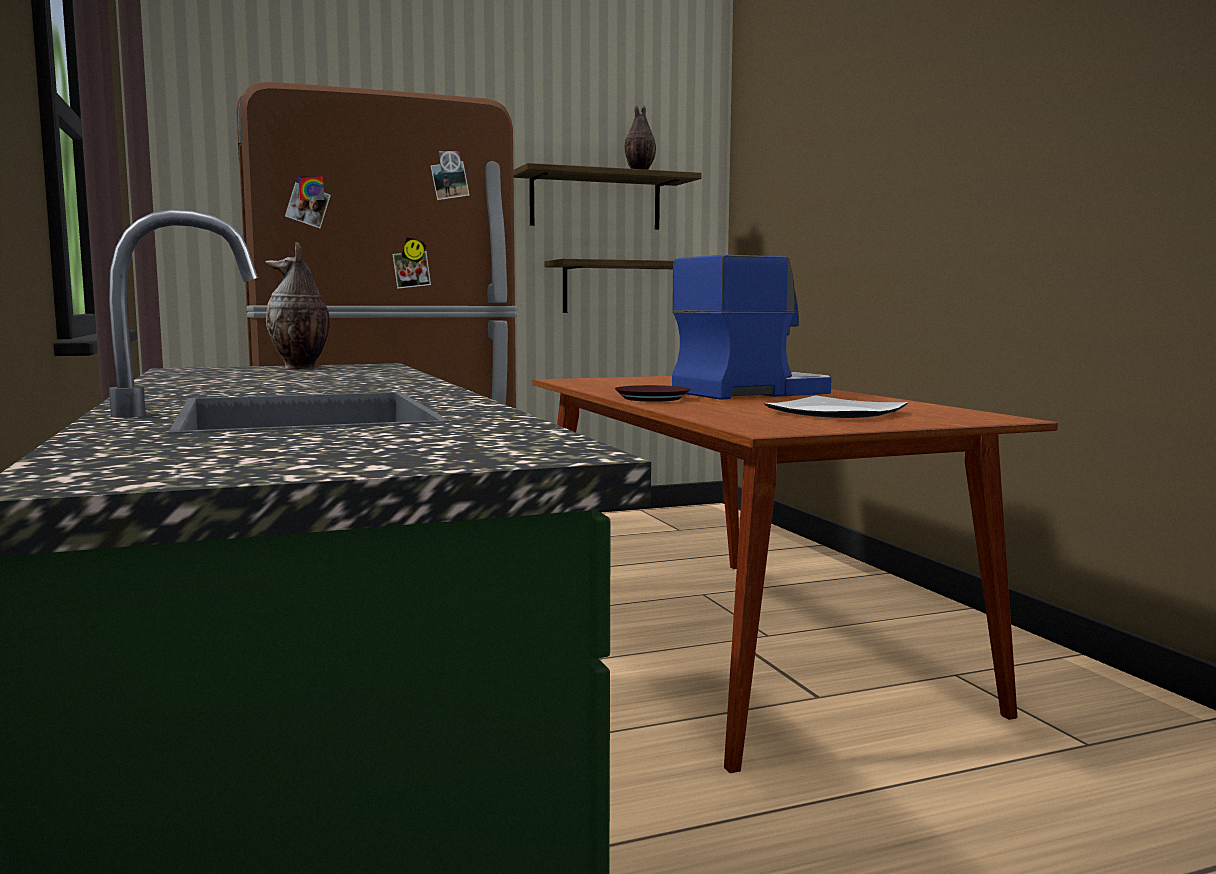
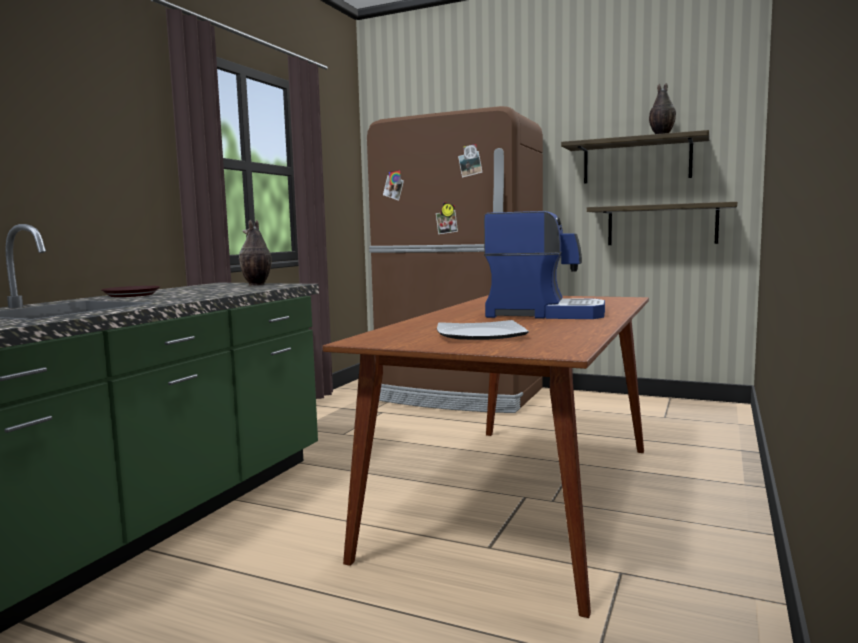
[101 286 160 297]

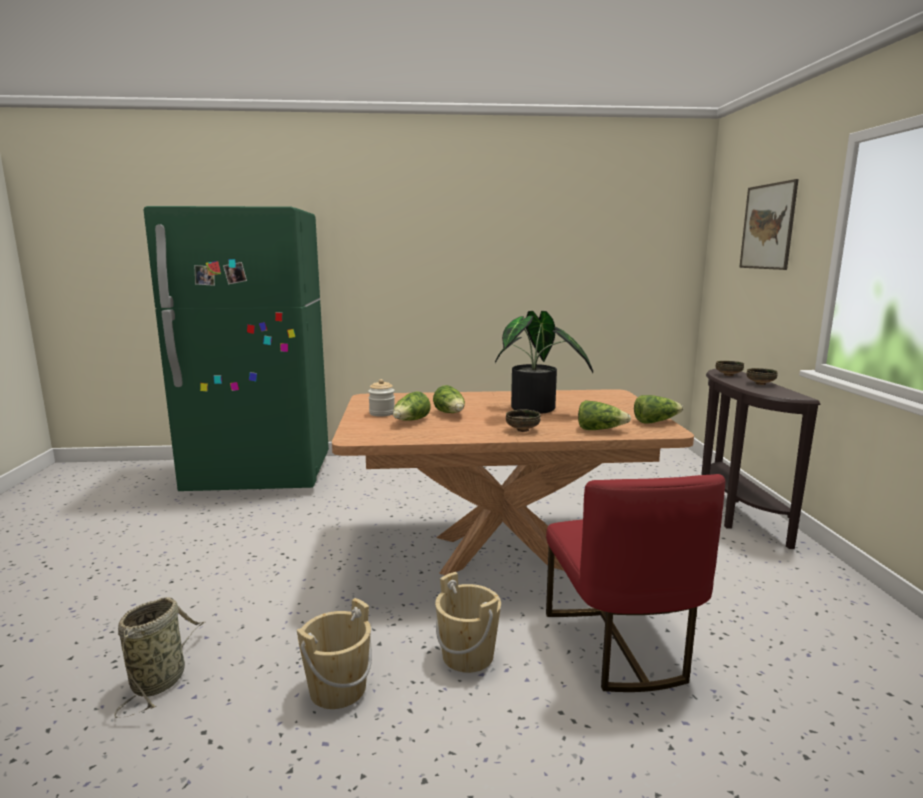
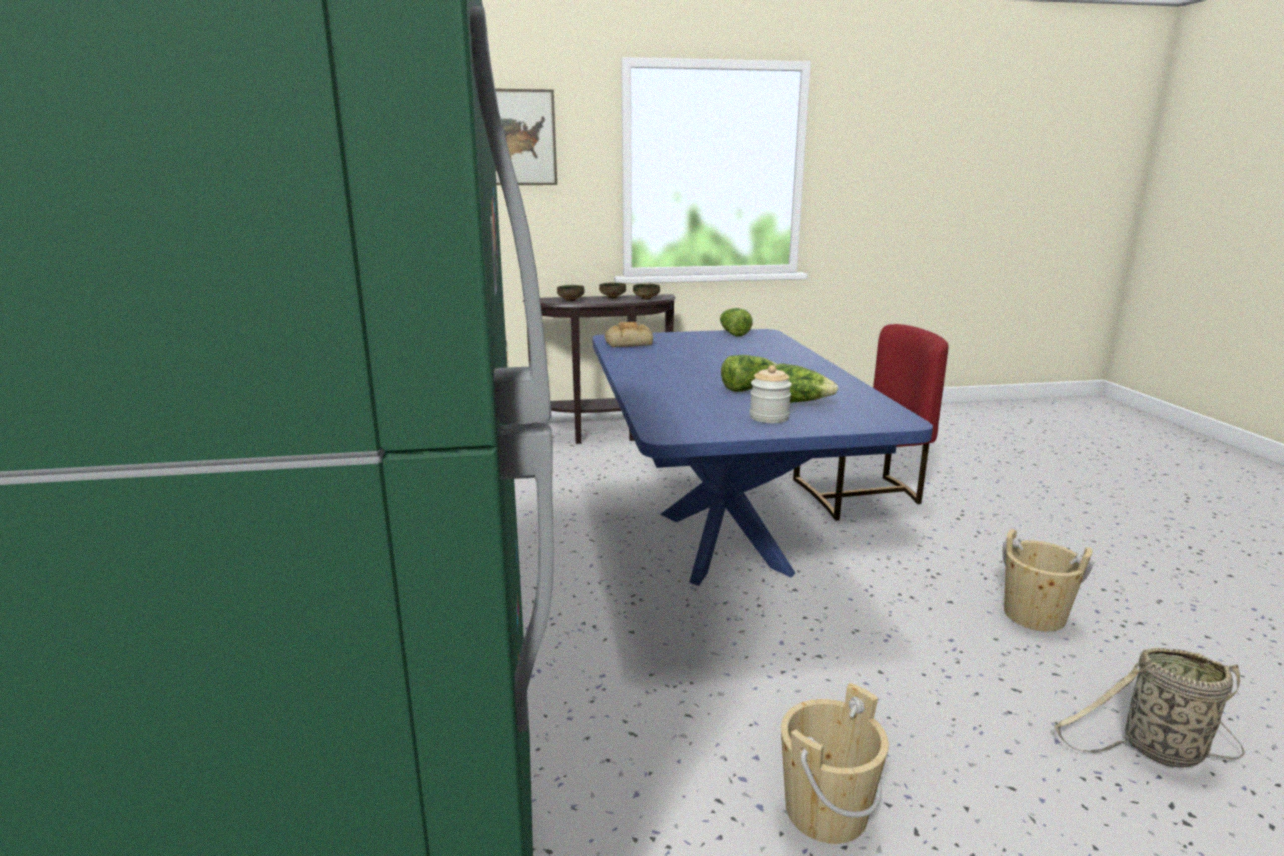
[495 311 593 414] (first image)
[593 329 933 586]
[578 400 631 430] (first image)
[633 283 660 300]
[781 683 889 844]
[604 322 653 347]

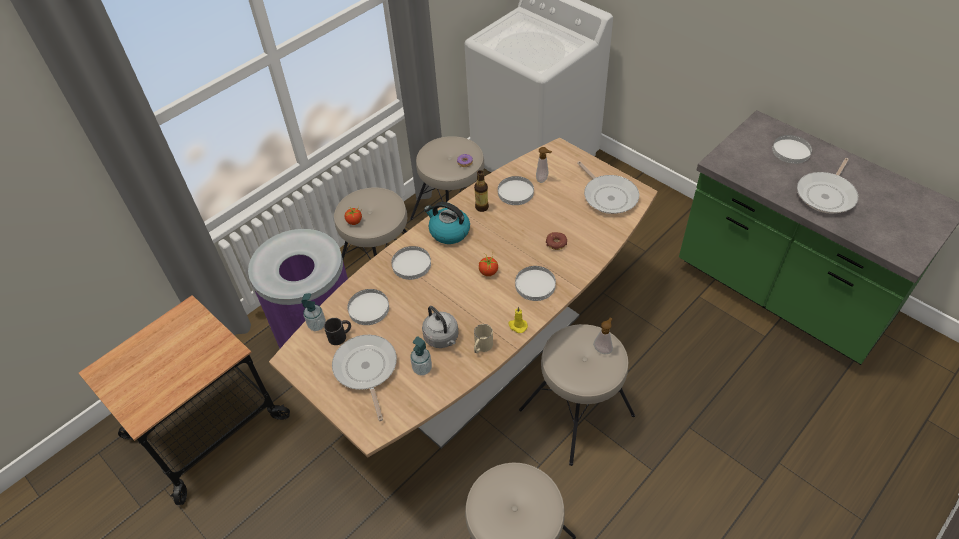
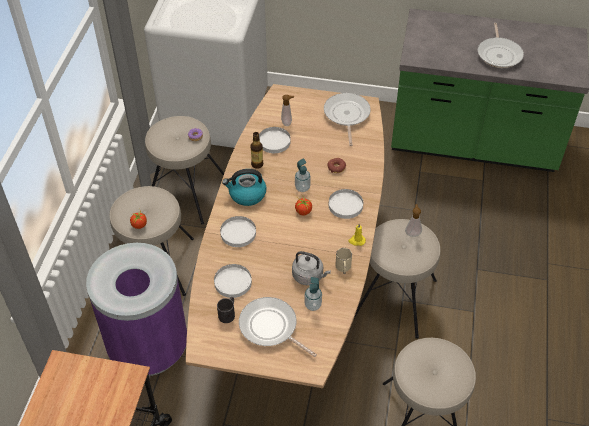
[772 135 812 164] (first image)
[324 93 371 146]
[295 158 311 192]

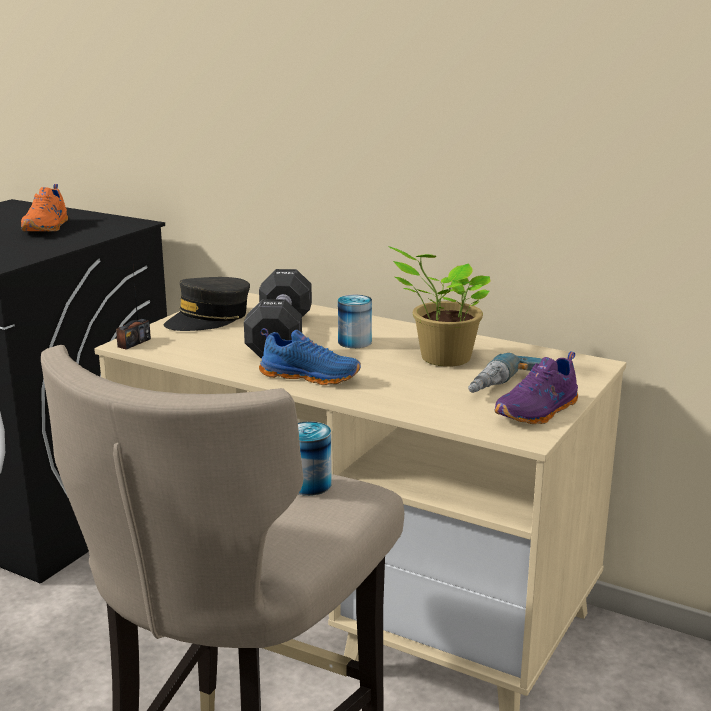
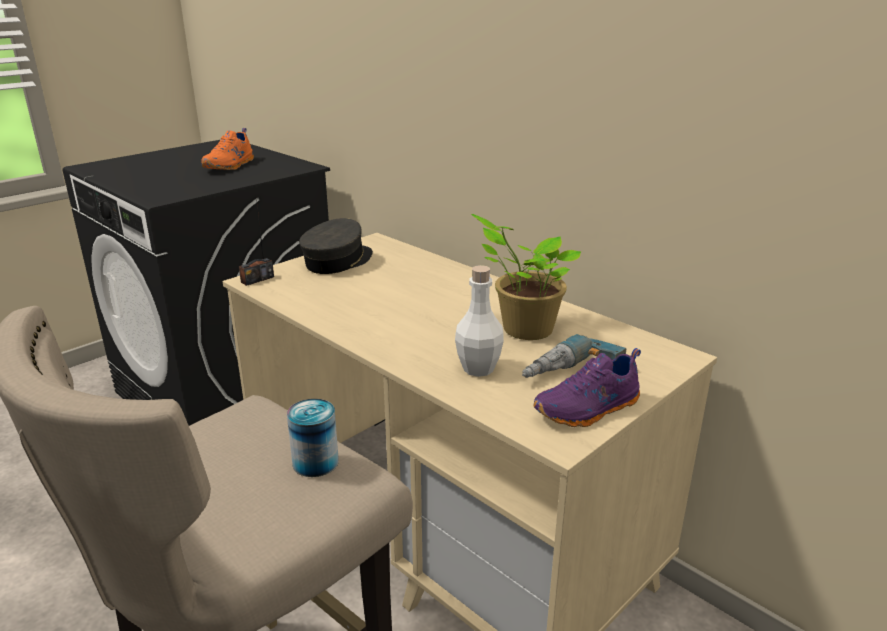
[244 269 312 359] (first image)
[299 218 373 274]
[338 295 372 348] (first image)
[259 328 361 385] (first image)
[455 265 504 377]

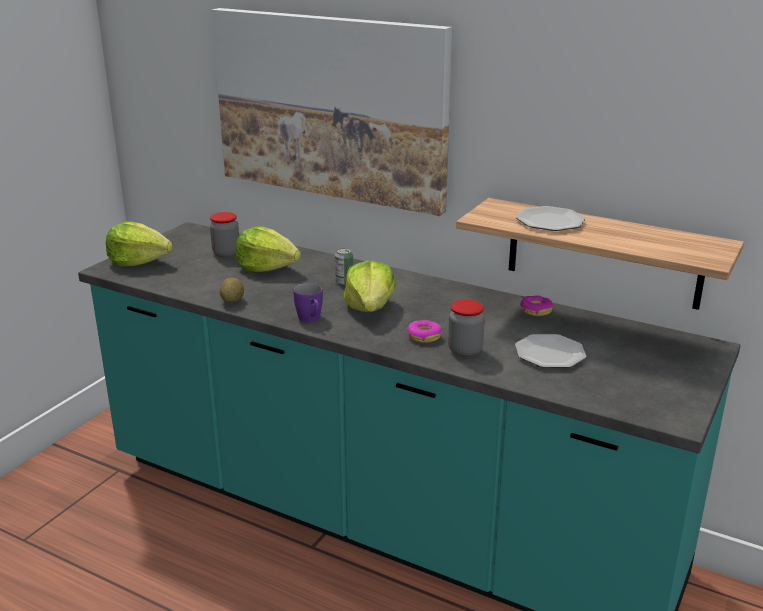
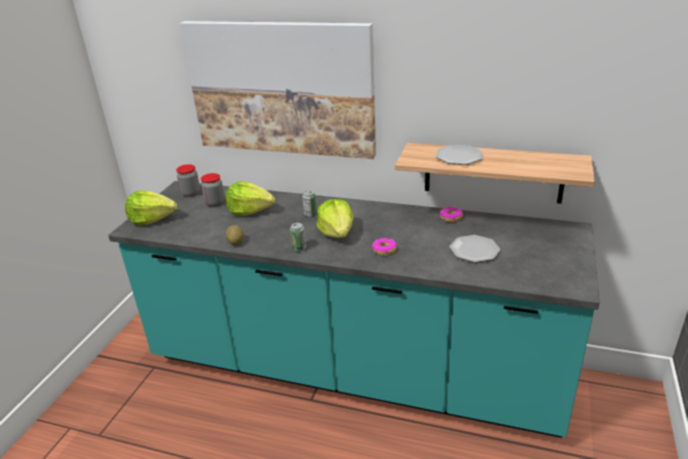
[290 223 306 252]
[176 164 200 197]

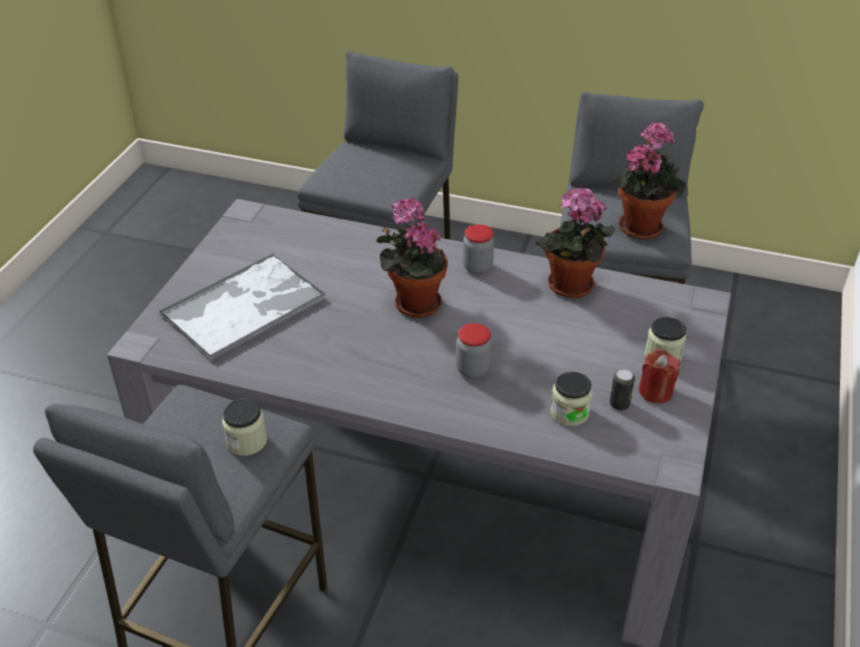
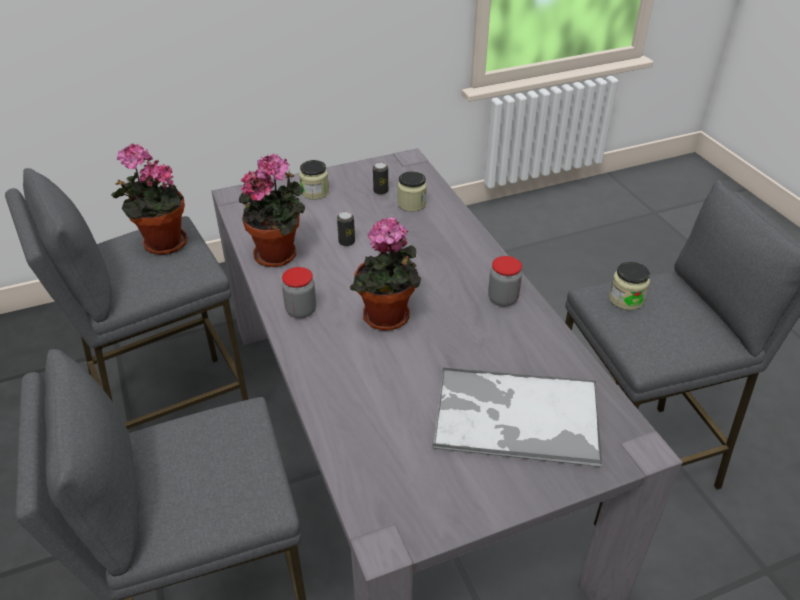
[488 256 522 307]
[639 349 680 403] (first image)
[337 211 355 246]

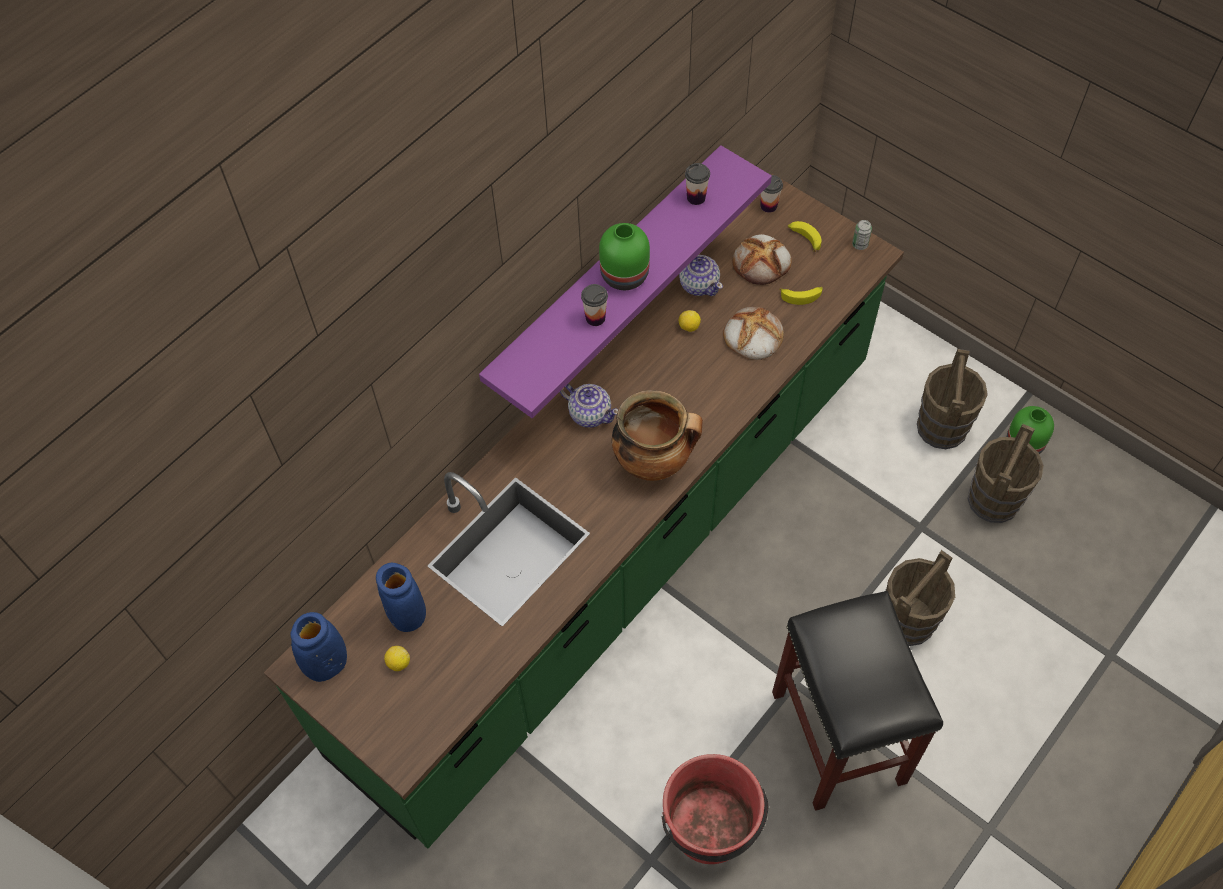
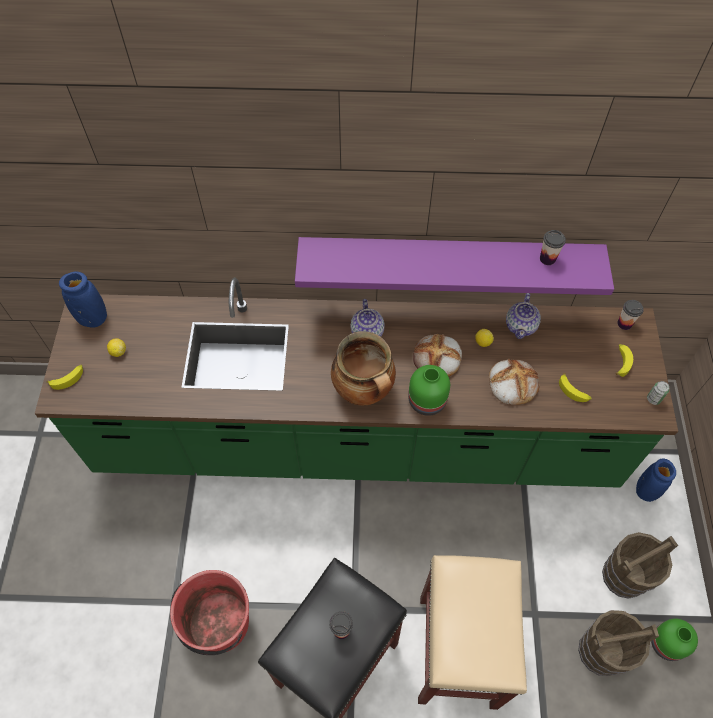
[408 365 450 416]
[413 334 462 377]
[329 611 353 639]
[418 555 527 710]
[636 459 676 502]
[47 364 83 390]

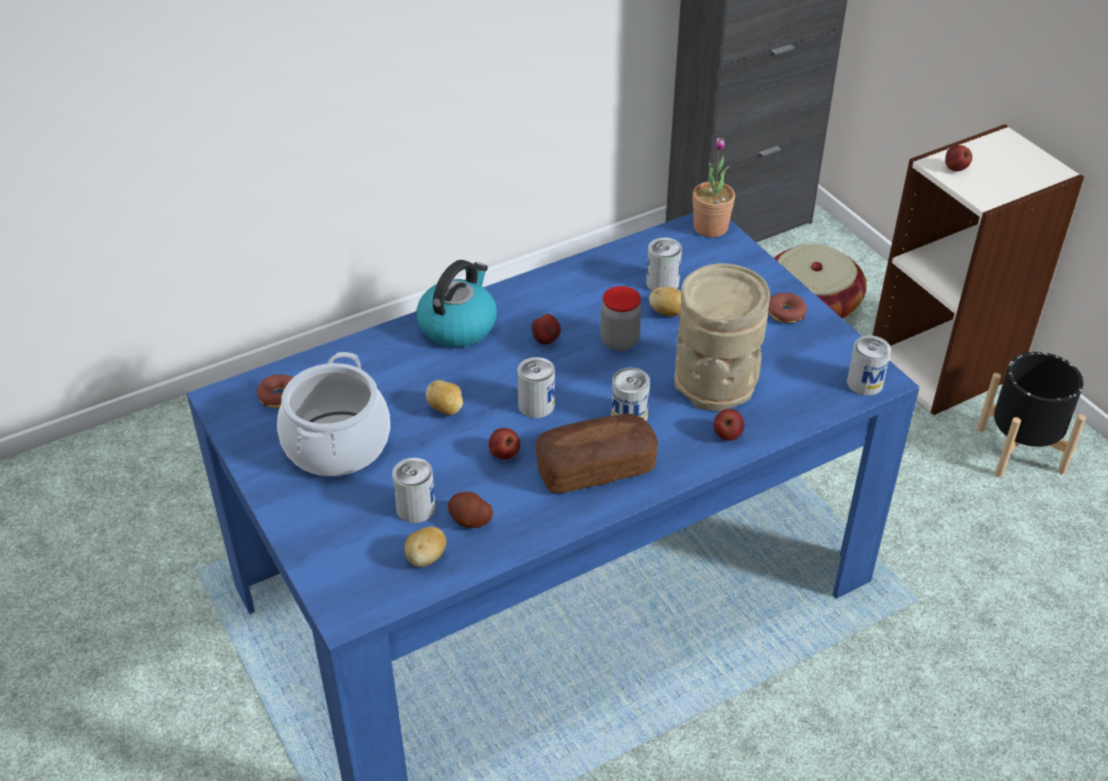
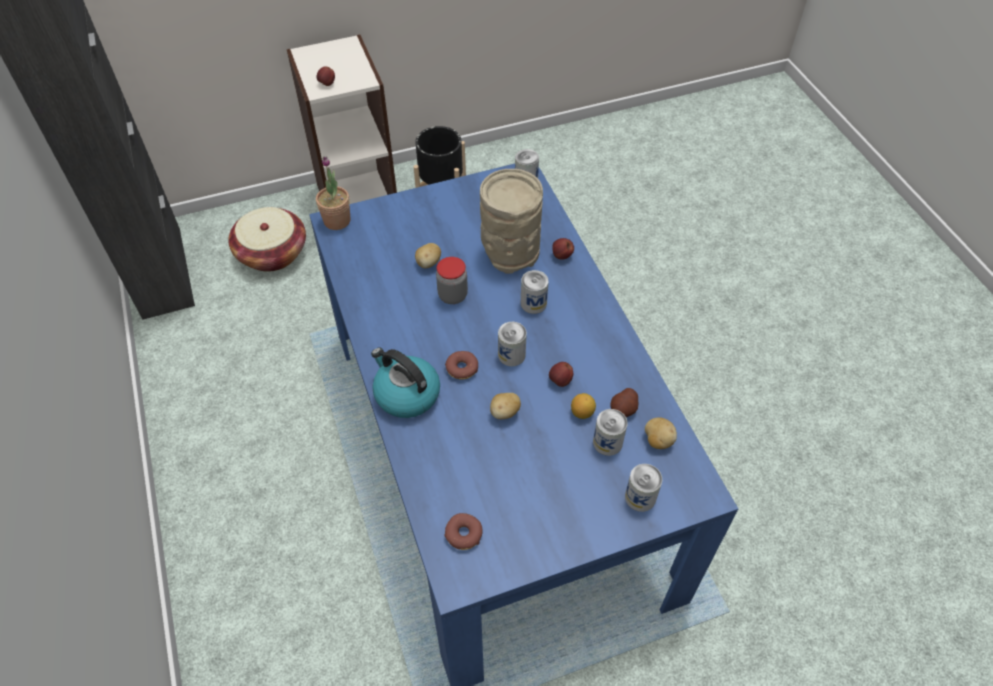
[625 464 662 512]
[445 351 478 380]
[532 314 561 345] (first image)
[277 352 390 476] (first image)
[535 414 658 493] (first image)
[571 393 596 419]

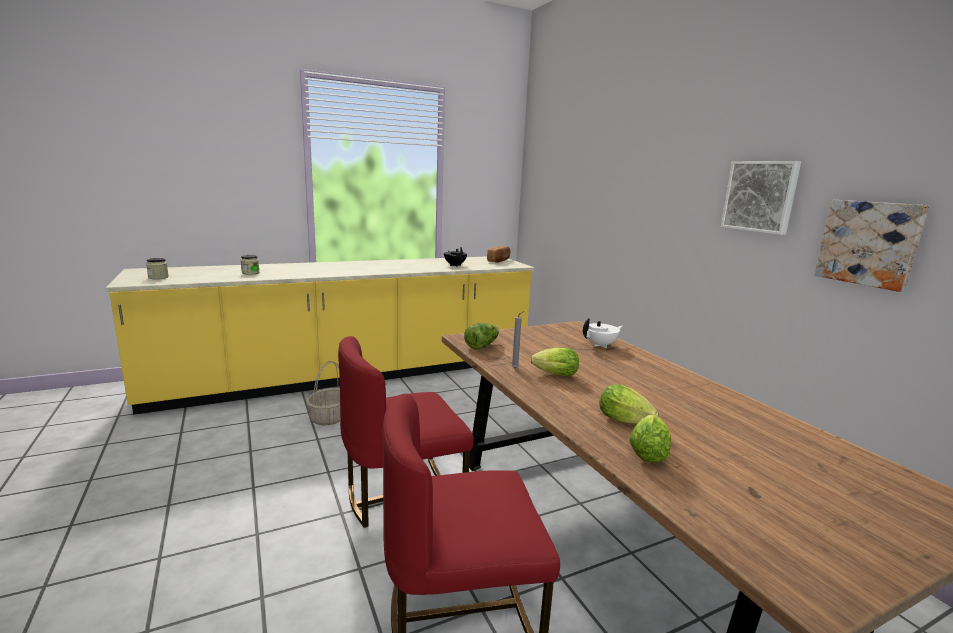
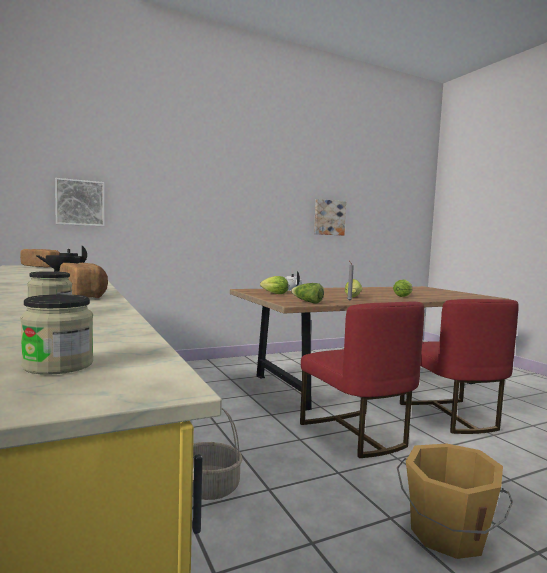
[55 178 105 226]
[260 276 289 294]
[60 263 108 298]
[397 444 513 559]

